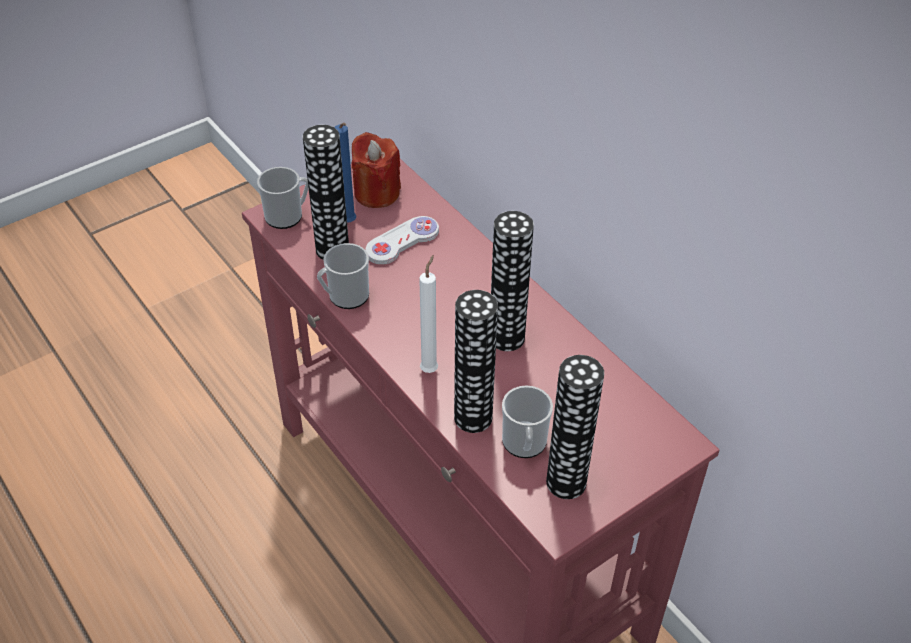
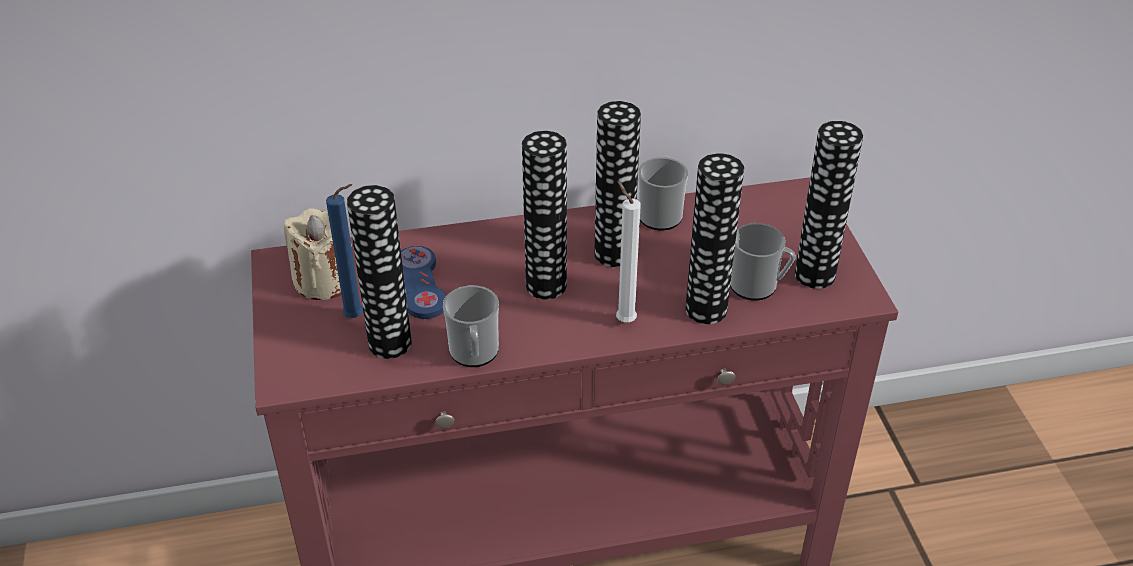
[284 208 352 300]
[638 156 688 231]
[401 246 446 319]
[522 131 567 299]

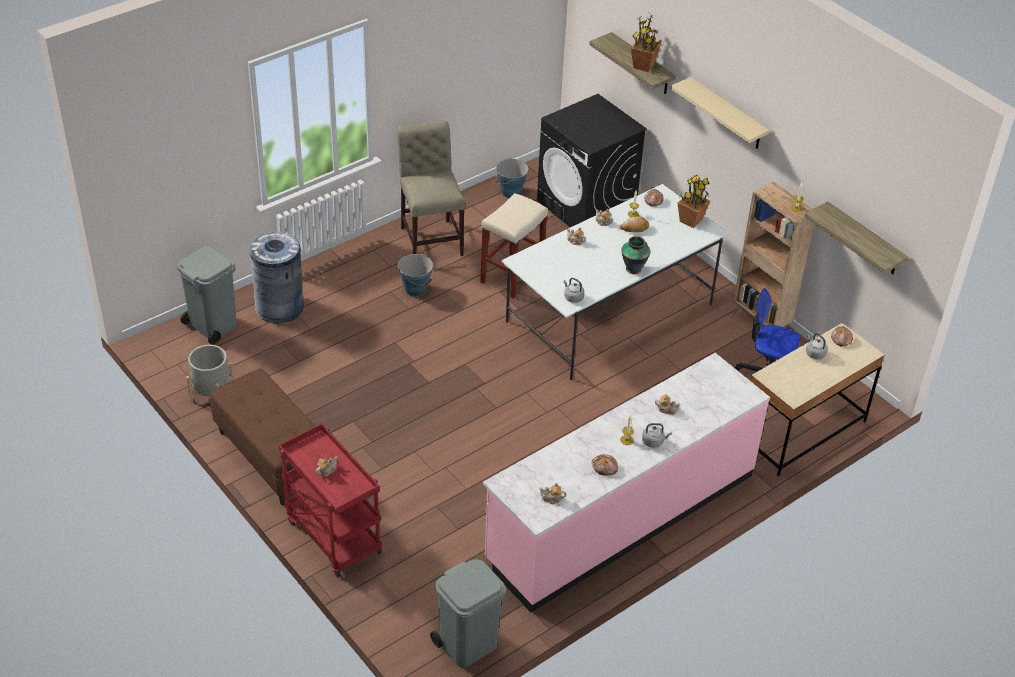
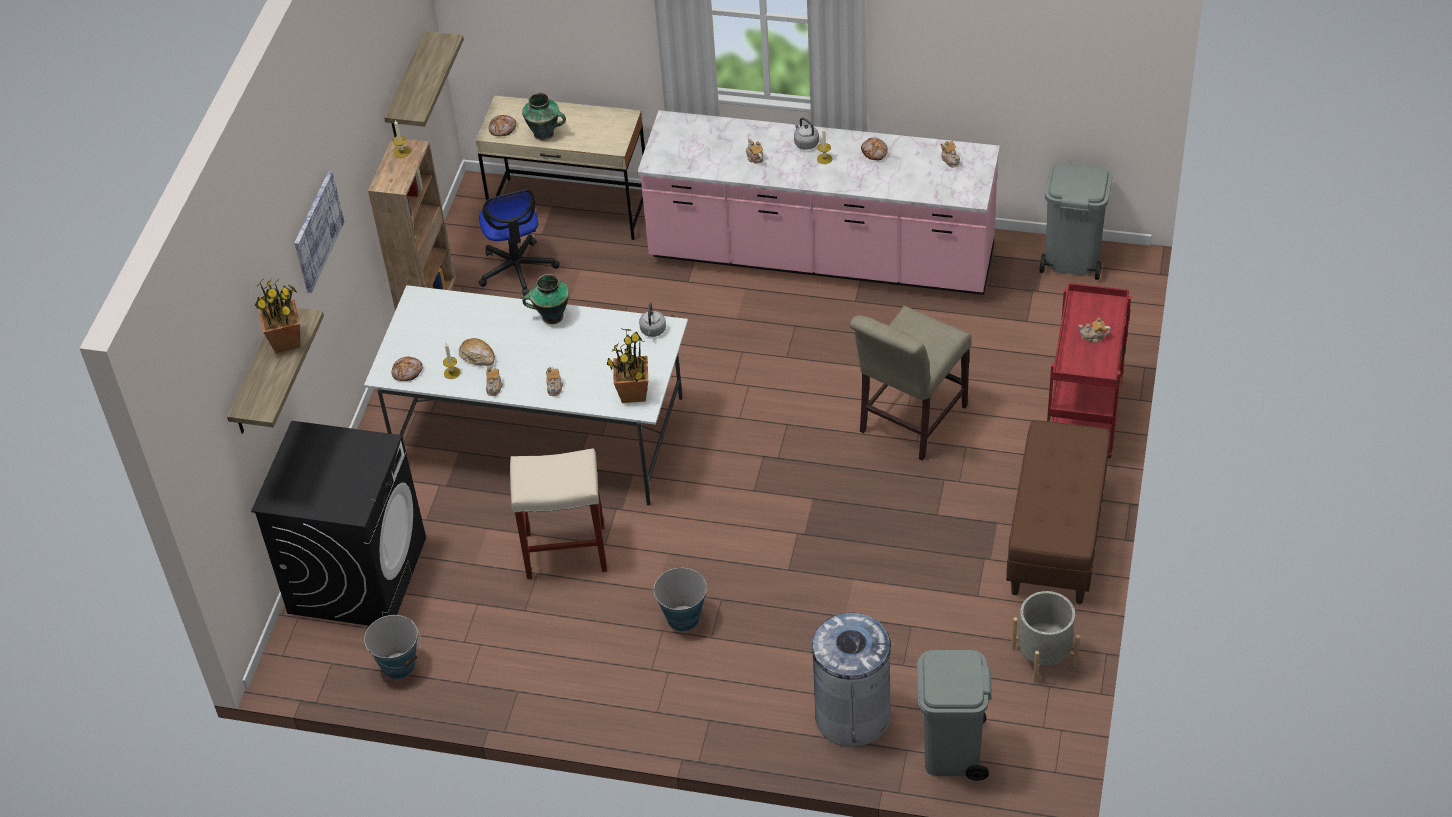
[294 171 344 293]
[849 306 972 461]
[607 329 649 403]
[522 93 566 141]

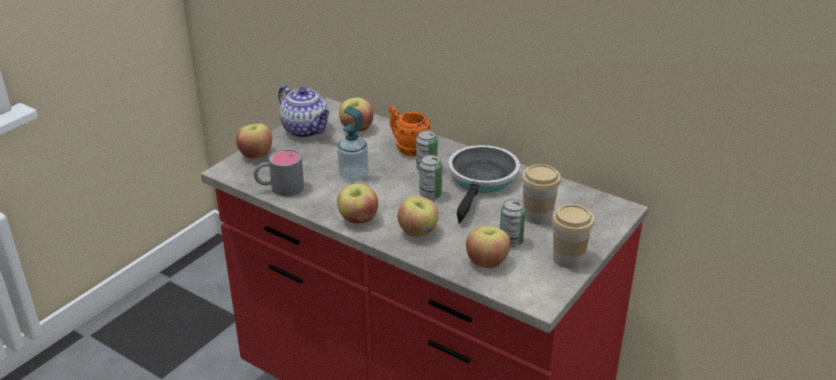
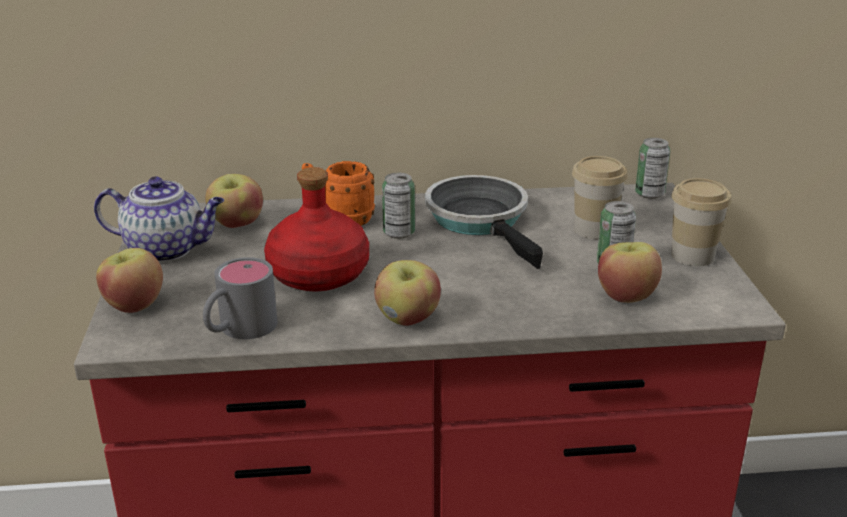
[264 167 369 291]
[635 138 670 199]
[398 196 438 237] (first image)

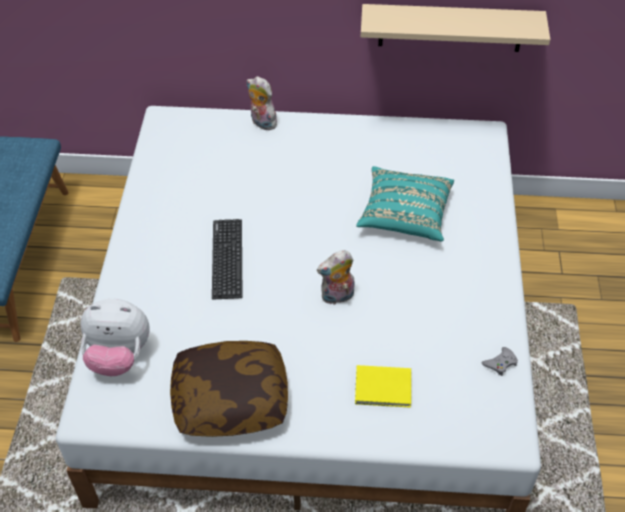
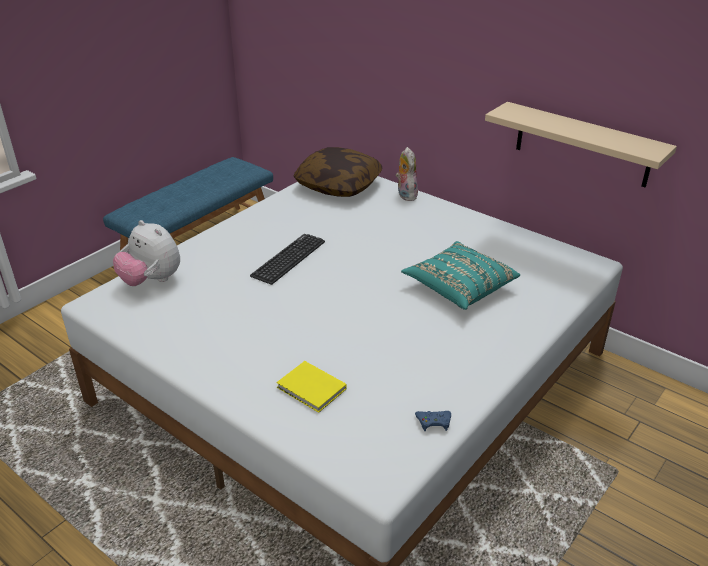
[317 250 354 305] (first image)
[293 147 382 197]
[415 411 451 431]

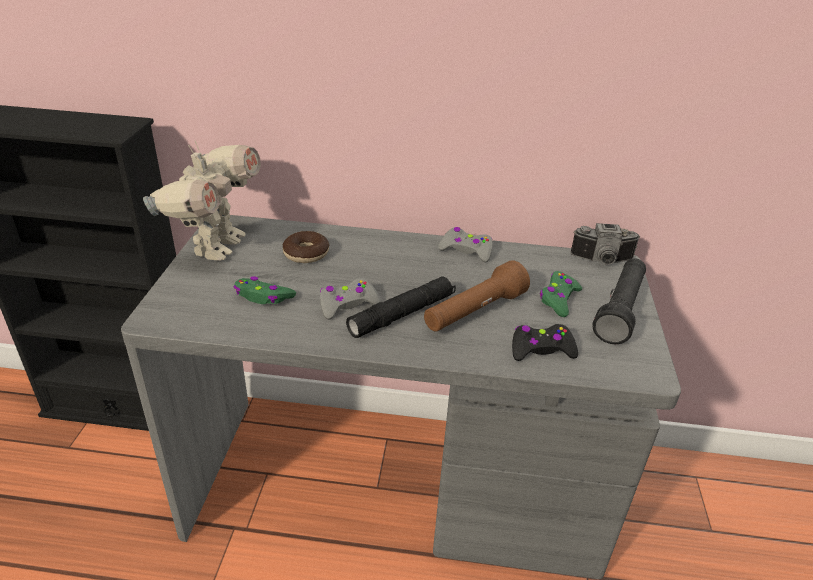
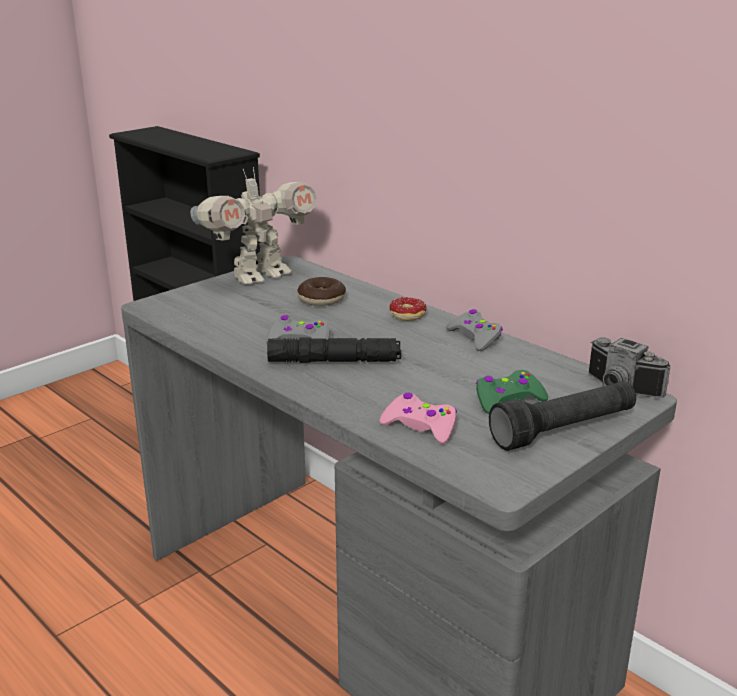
[424 260 530 331] (first image)
[234 276 296 304] (first image)
[380 392 457 444]
[376 297 427 321]

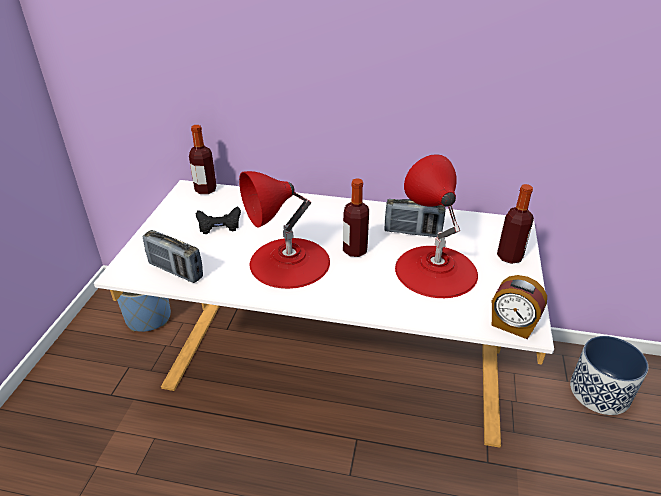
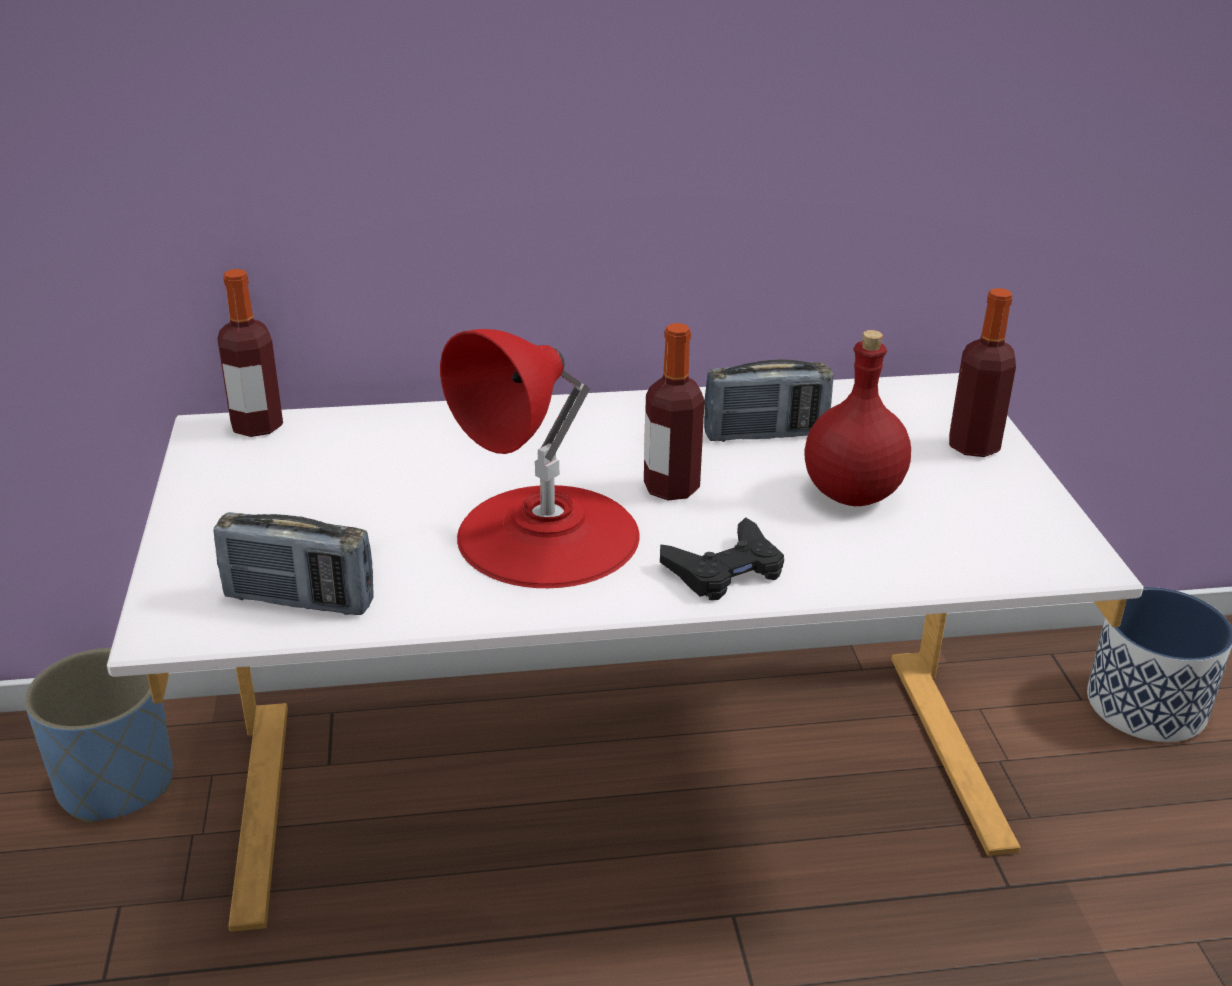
[805 330 911 506]
[660 517 784 600]
[492 275 547 339] (first image)

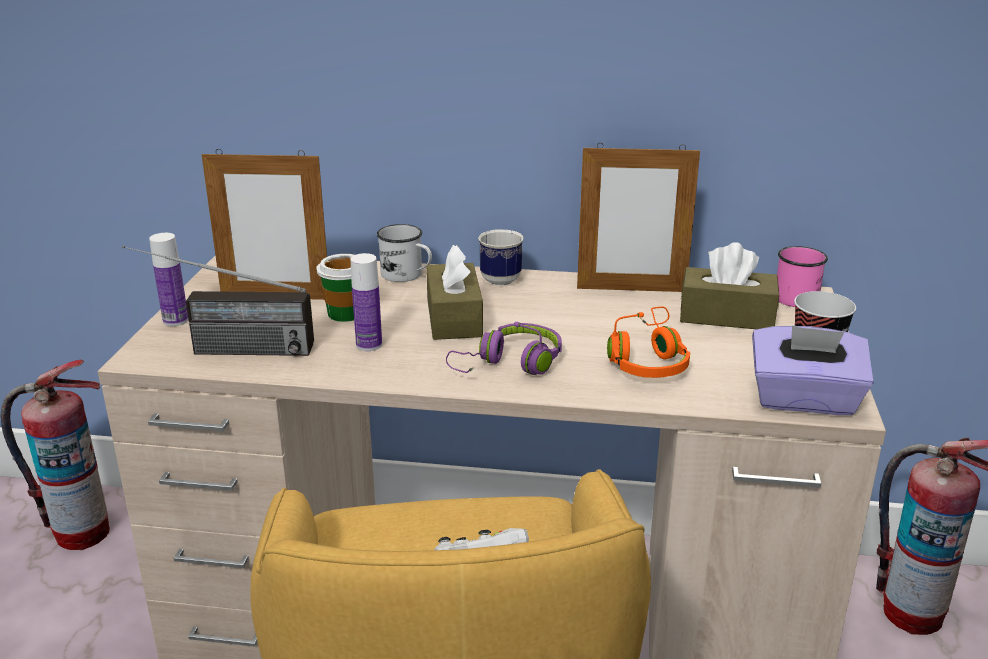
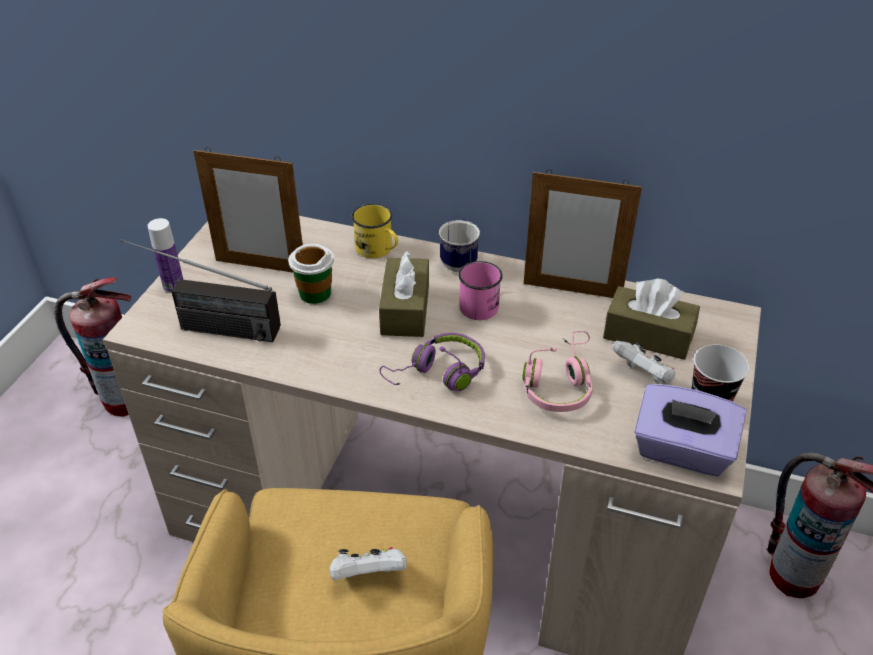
[352 204 398 258]
[458 261 503 320]
[351 253 382 351] (first image)
[523 331 593 412]
[612 341 676 384]

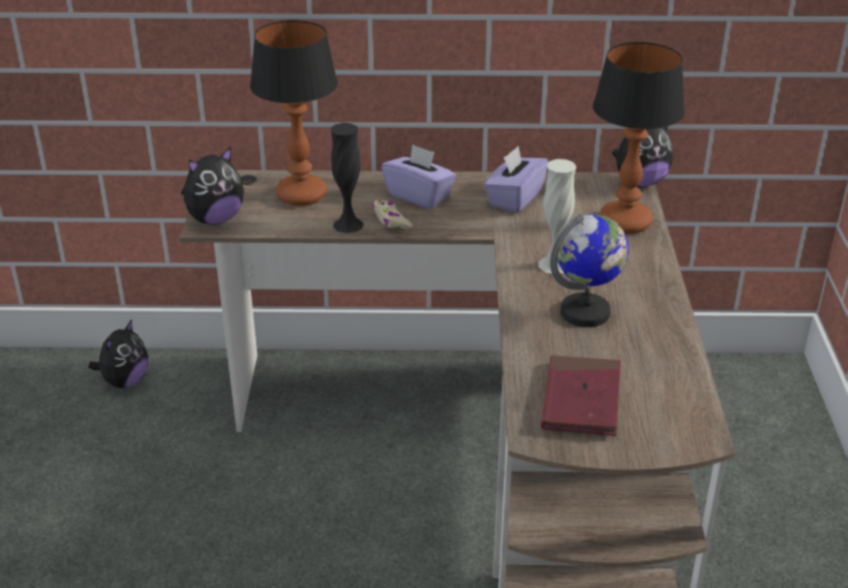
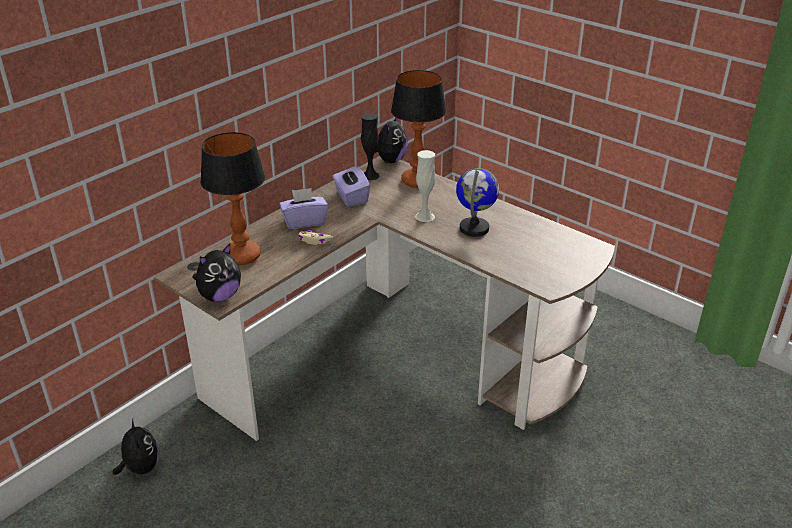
[361 113 380 180]
[192 244 241 302]
[541 355 621 436] (first image)

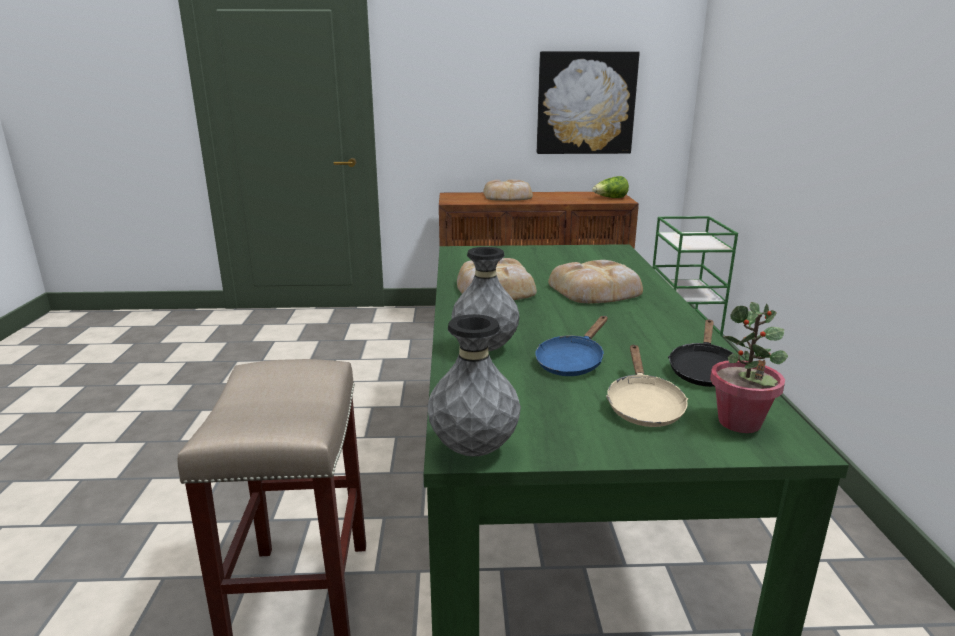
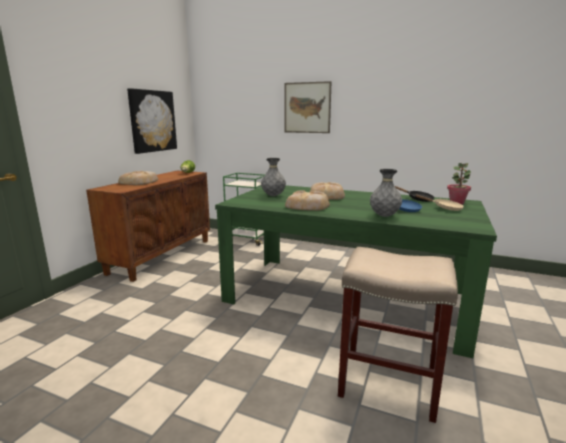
[261 158 286 196]
[285 81 332 133]

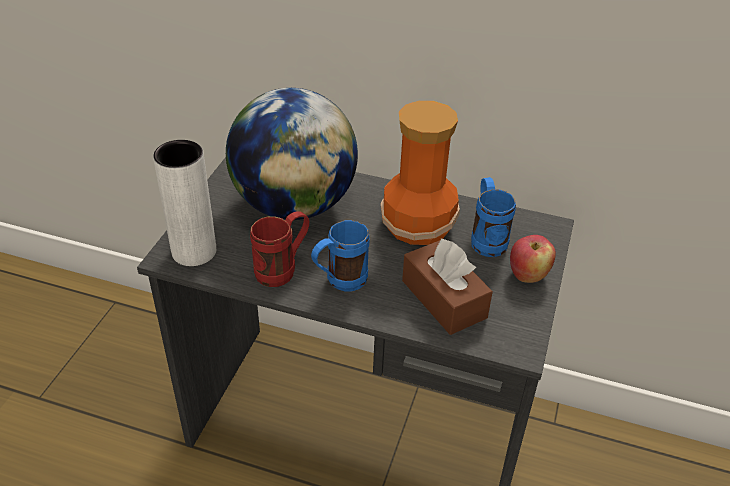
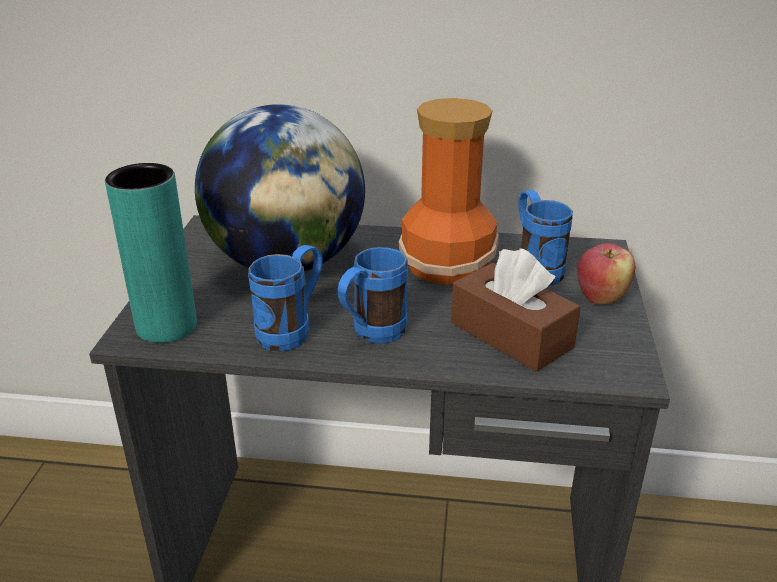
[105 163 197 343]
[248 245 323 352]

